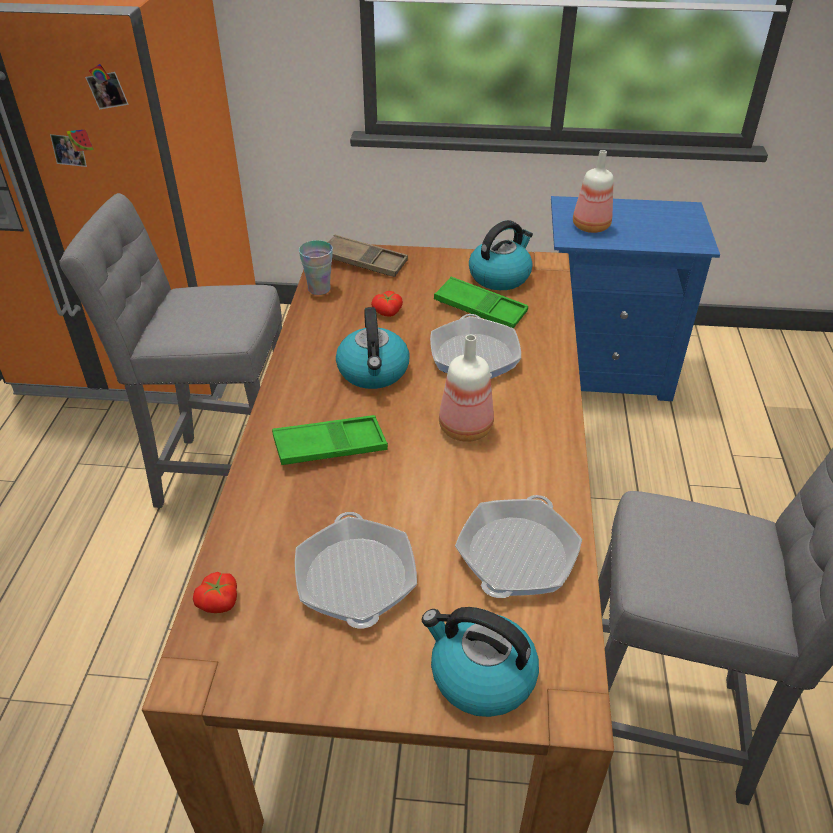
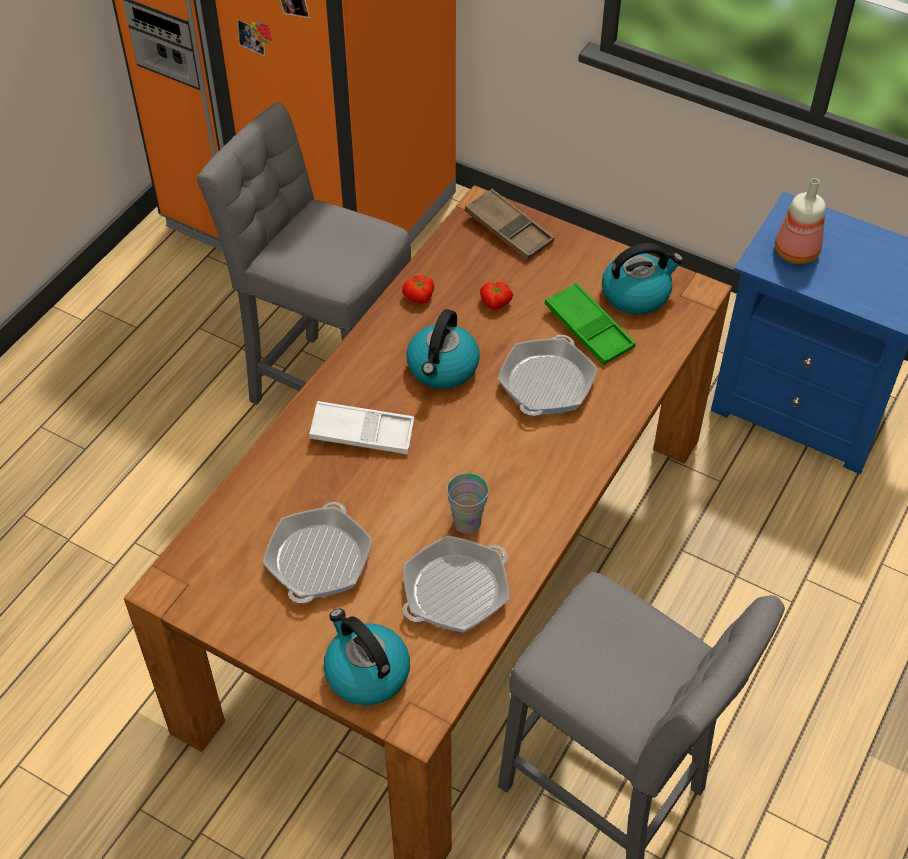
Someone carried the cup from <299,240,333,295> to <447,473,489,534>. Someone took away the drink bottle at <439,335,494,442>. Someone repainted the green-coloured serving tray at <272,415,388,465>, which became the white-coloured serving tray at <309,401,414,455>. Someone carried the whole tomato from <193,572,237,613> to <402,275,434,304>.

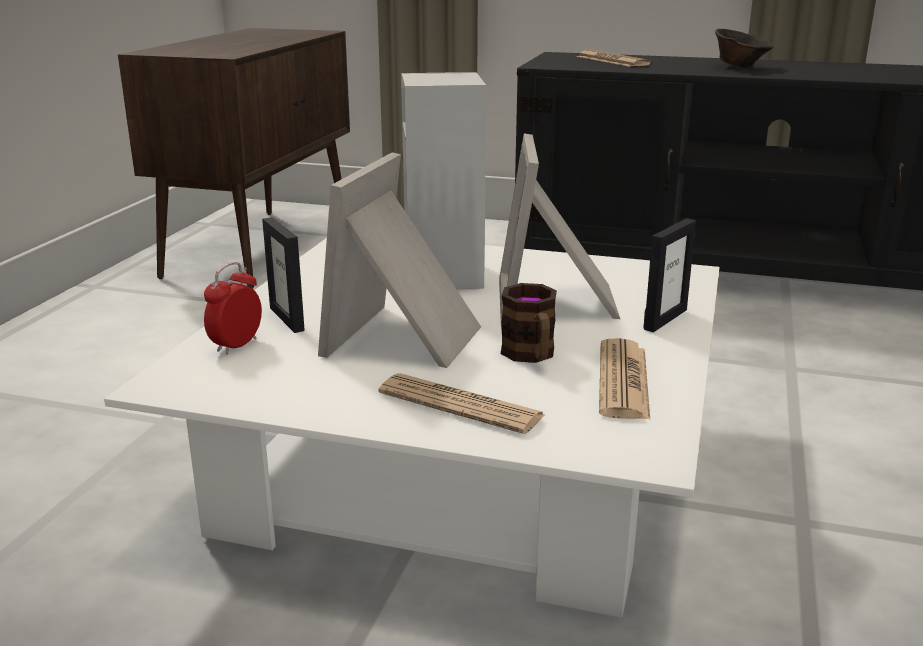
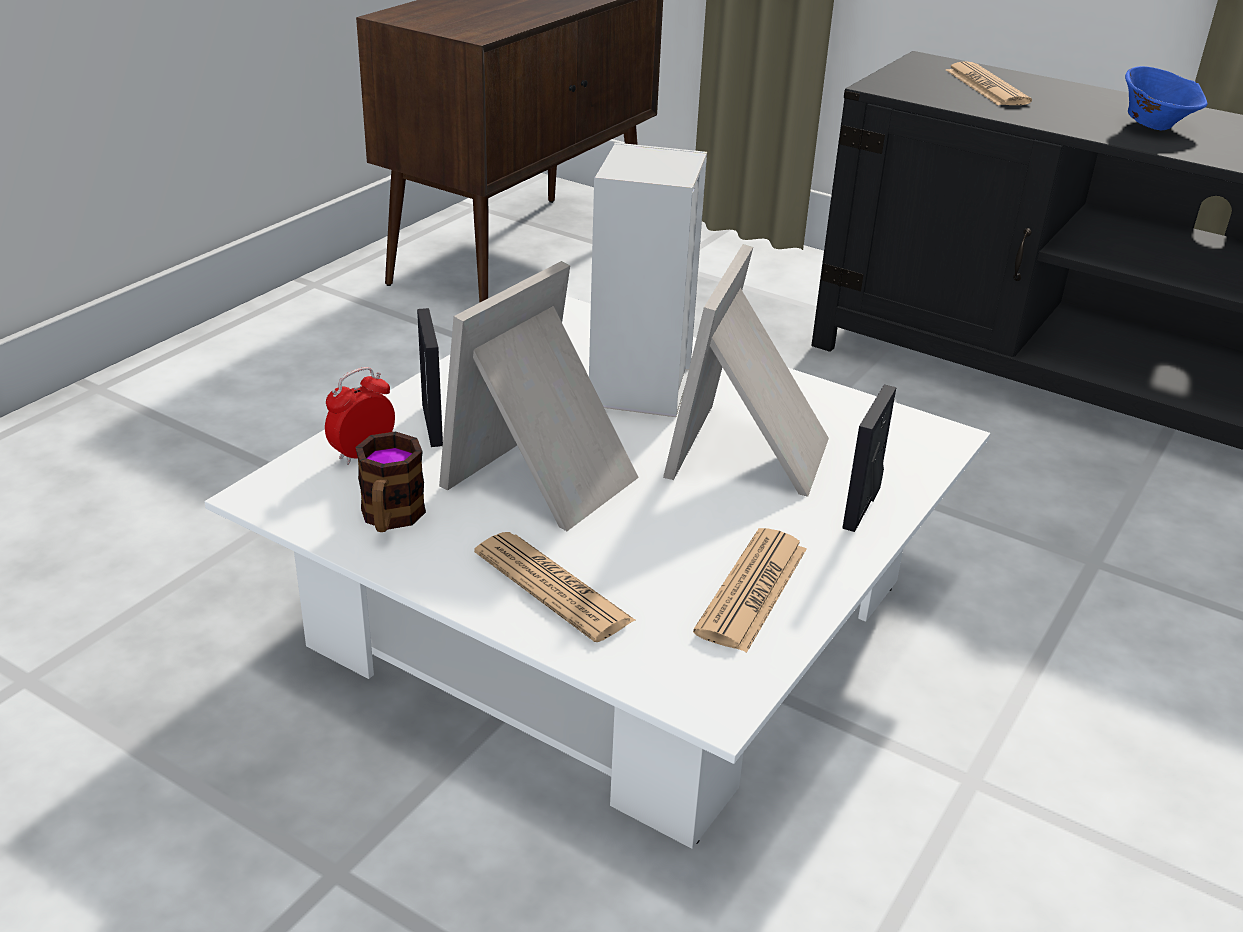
Someone repainted the brownish deep dish at <715,29,773,68>, which became the blue deep dish at <1125,66,1208,130>. Someone rotated the picture frame at <643,218,696,332> by 150 degrees clockwise. Someone carried the mug from <501,283,557,363> to <355,431,426,532>.

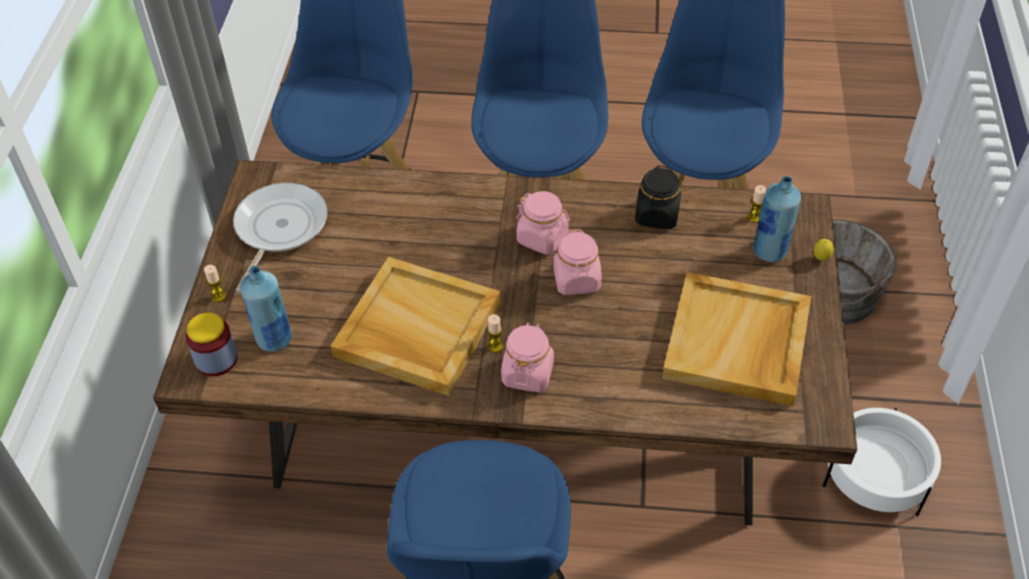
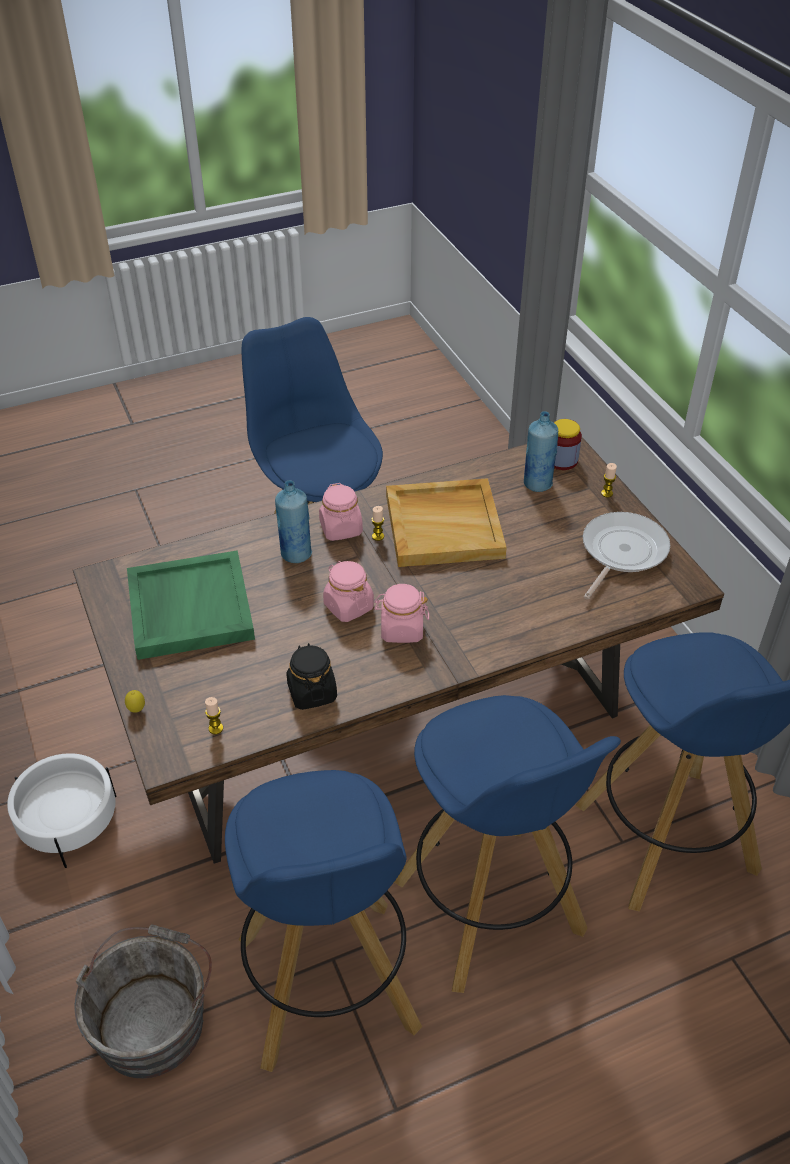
Someone carried the blue drink bottle from <753,176,801,262> to <275,480,312,563>. Someone rotated the pan at <233,183,328,293> by 135 degrees counterclockwise. Someone repainted the beige serving tray at <662,272,811,406>, which became the green-coloured serving tray at <127,550,255,660>.

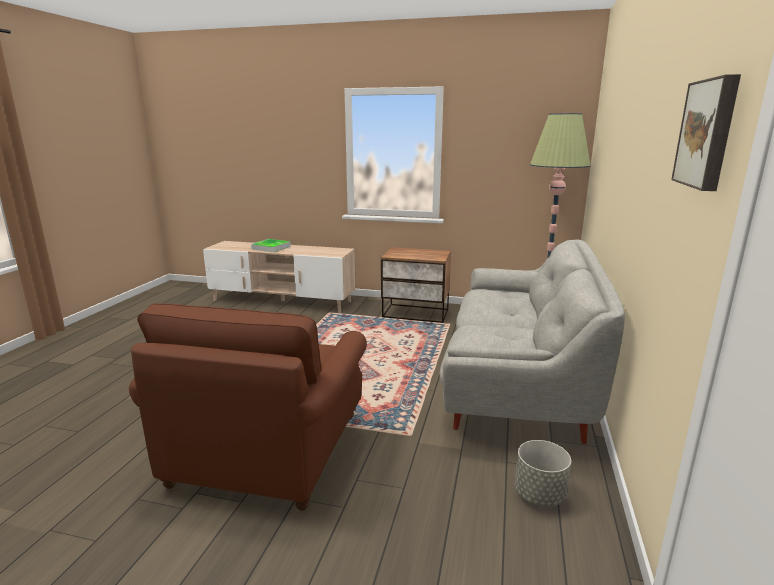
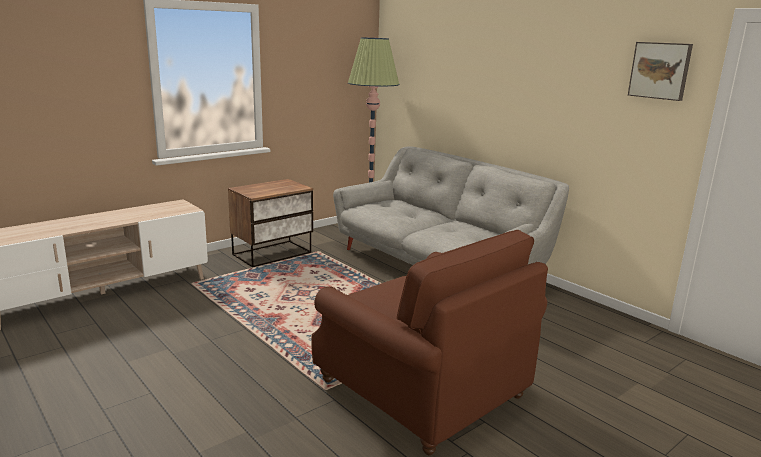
Someone took away the serving tray at <251,239,291,252>. Someone took away the gray planter at <515,440,571,506>.

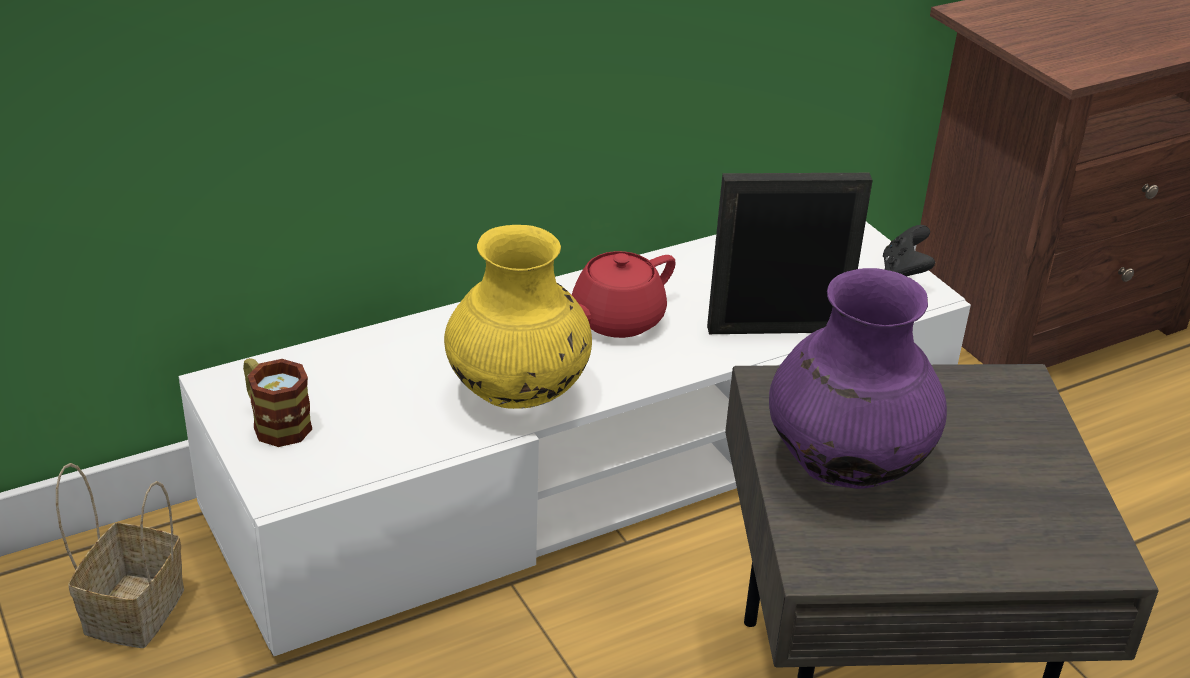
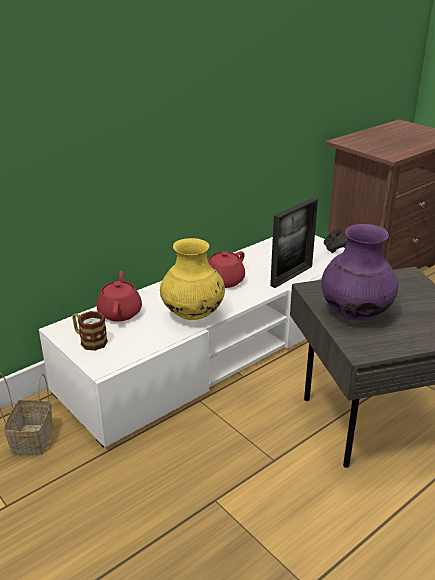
Someone rotated the picture frame at <707,173,873,334> by 150 degrees clockwise. Someone put down the red pot for tea at <97,271,142,321>.

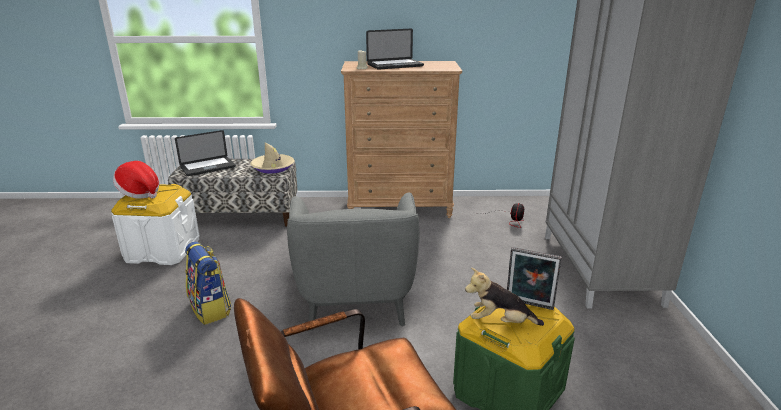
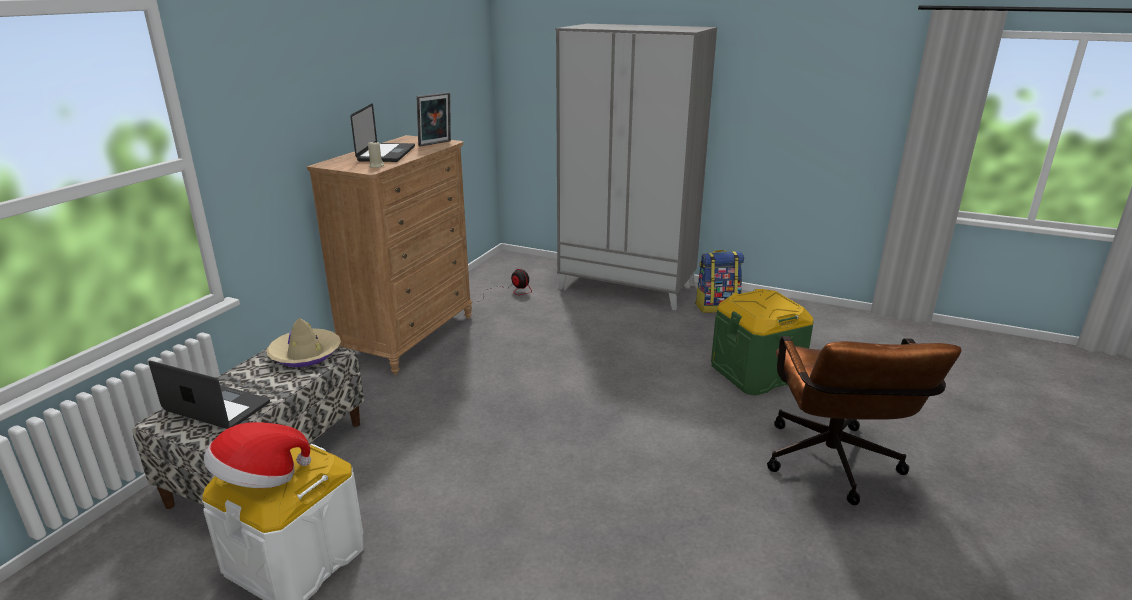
Someone rotated the laptop at <175,130,236,176> by 60 degrees counterclockwise. Someone took away the gray armchair at <287,193,419,331>. Someone carried the backpack from <185,242,231,325> to <695,250,744,313>. Someone carried the picture frame from <507,247,562,310> to <416,92,451,146>. Someone took away the soft toy at <465,268,544,326>.

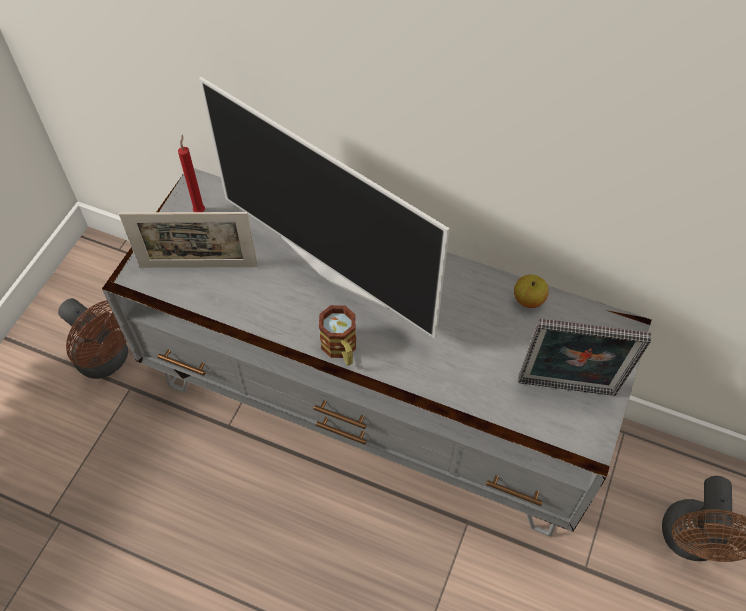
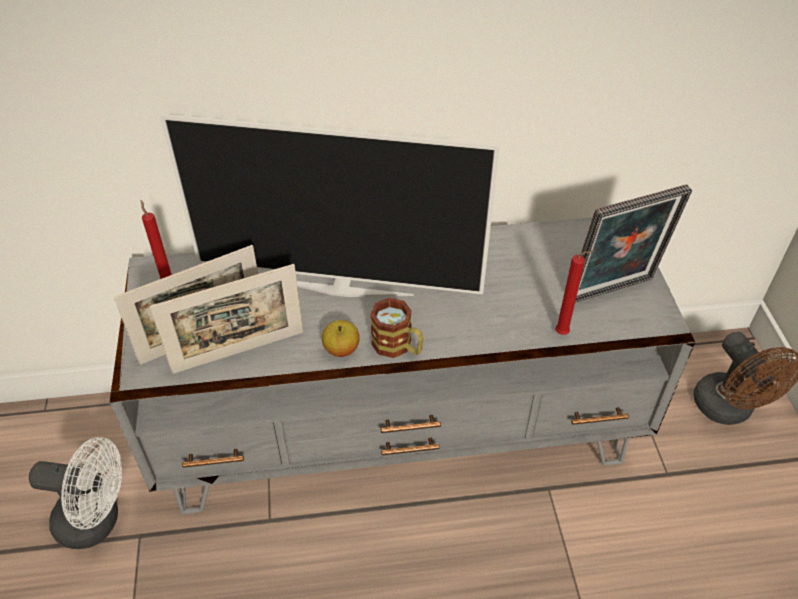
Someone carried the whole apple from <514,275,549,308> to <322,320,360,357>. Someone repainted the brownish electric fan at <58,298,128,379>, which became the white-coloured electric fan at <29,437,122,549>. Someone put down the red wax candle at <555,250,594,335>. Someone put down the picture frame at <150,264,304,374>.

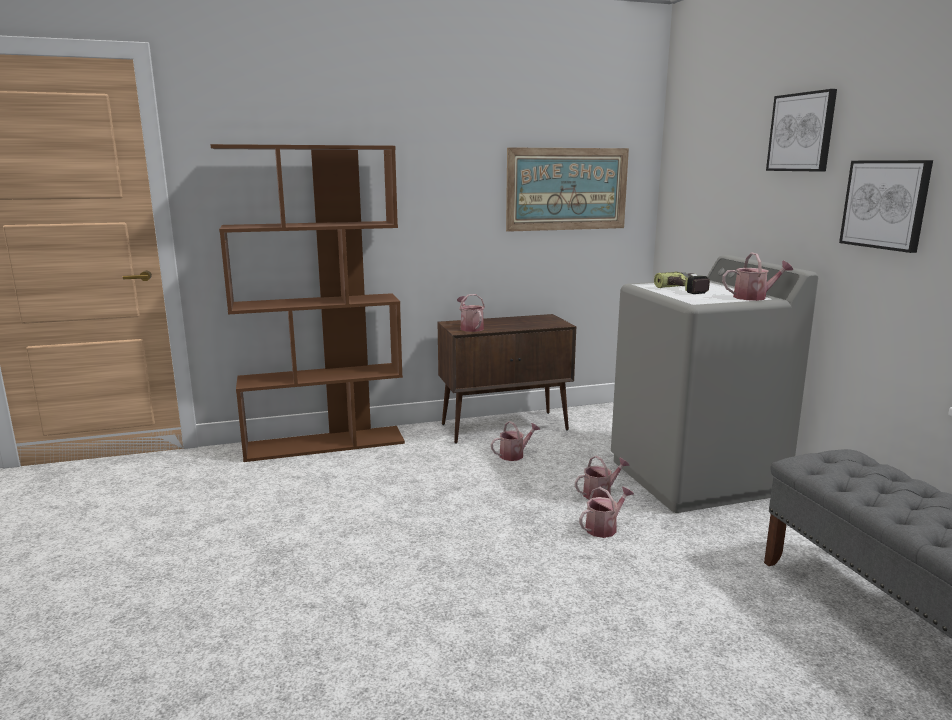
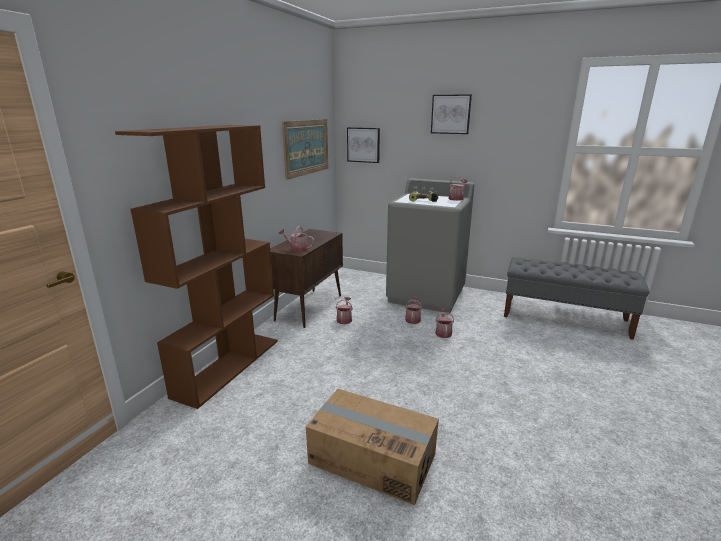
Someone carried the wall art from <839,160,933,253> to <347,127,380,163>. Someone put down the carton at <306,389,439,505>.

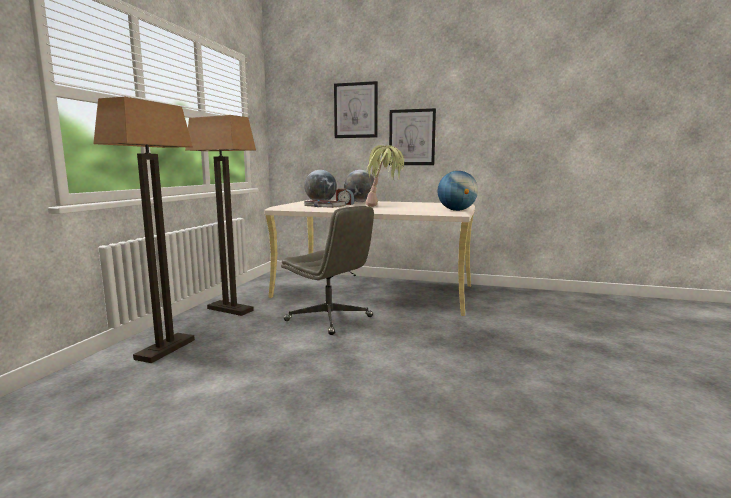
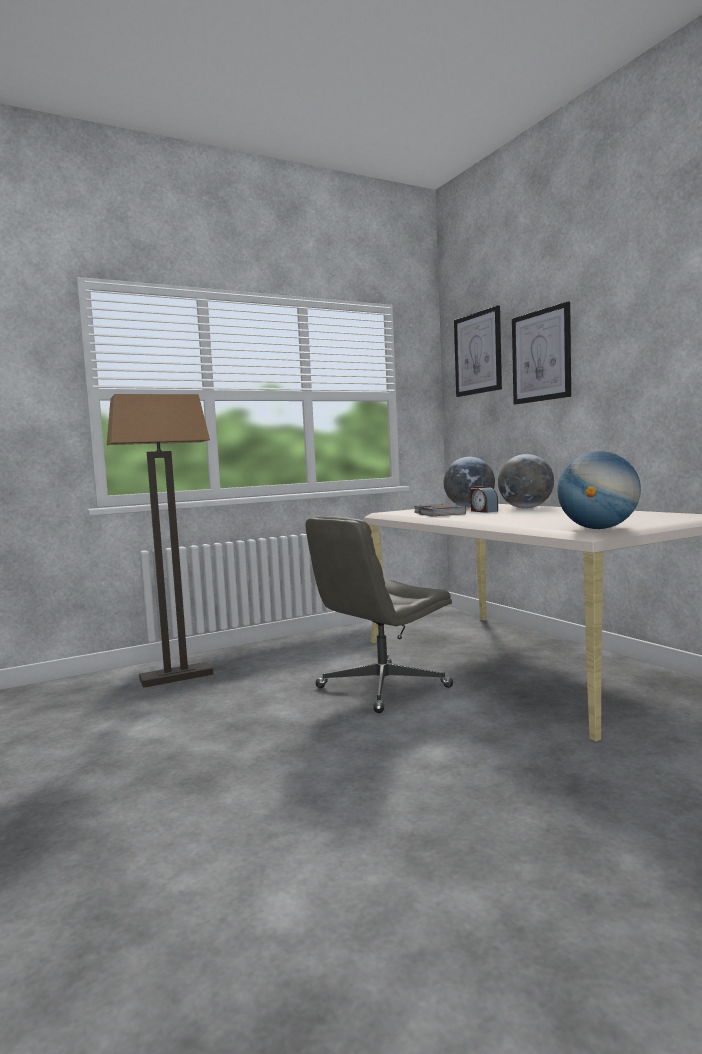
Someone carried the wall art from <389,108,436,165> to <454,305,502,397>. Someone took away the floor lamp at <185,115,256,316>. Someone took away the potted plant at <366,145,404,207>. Someone rotated the gray office chair at <281,206,374,335> by 60 degrees clockwise.

